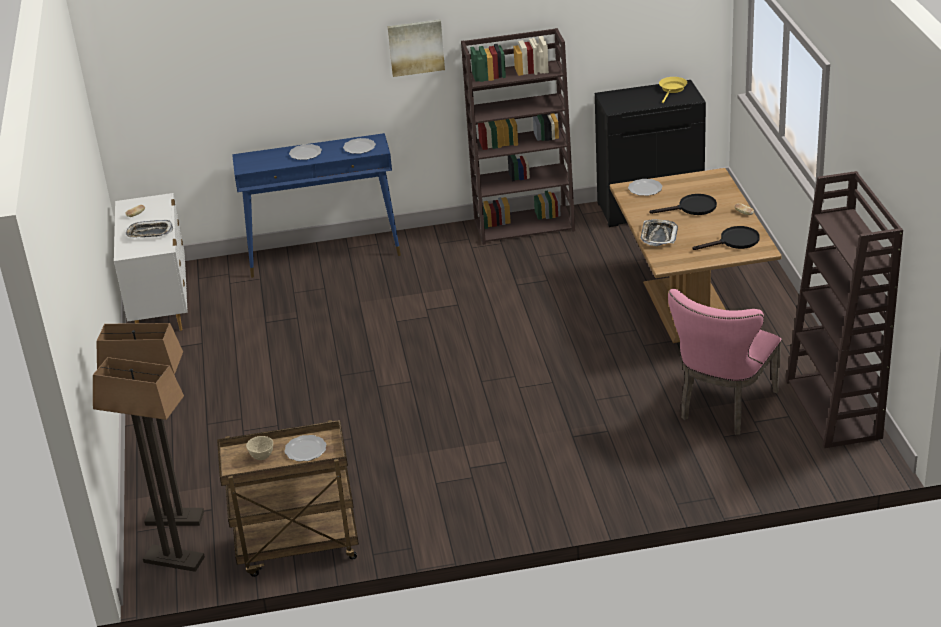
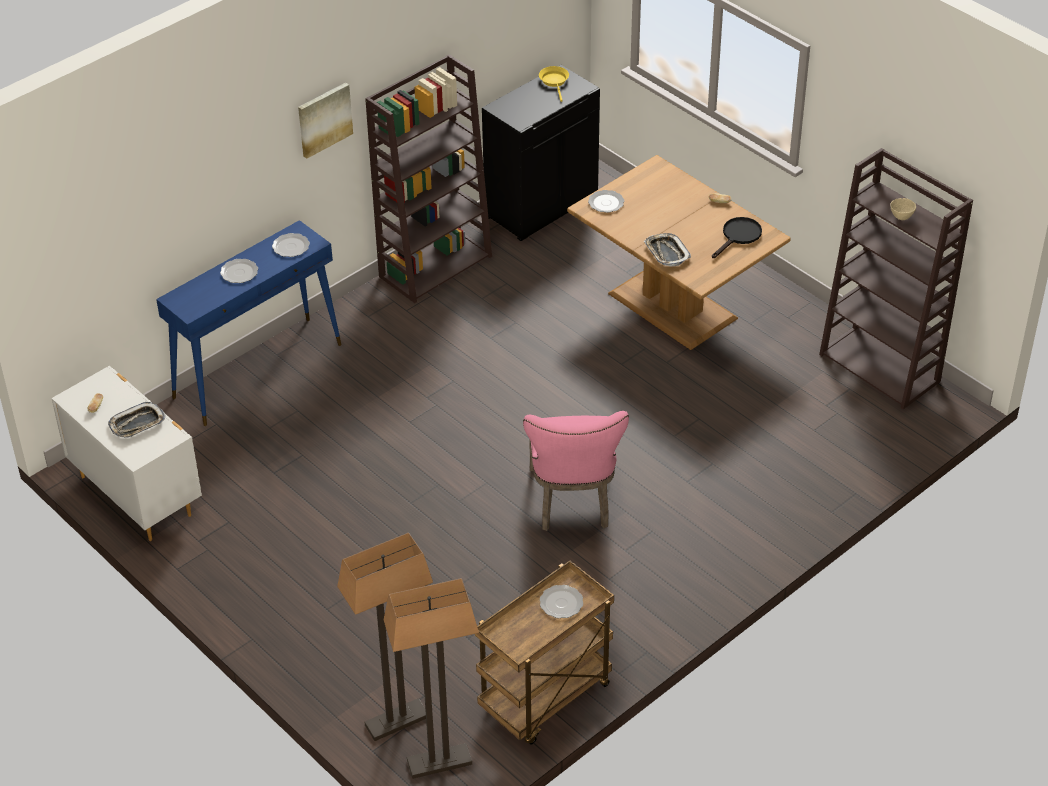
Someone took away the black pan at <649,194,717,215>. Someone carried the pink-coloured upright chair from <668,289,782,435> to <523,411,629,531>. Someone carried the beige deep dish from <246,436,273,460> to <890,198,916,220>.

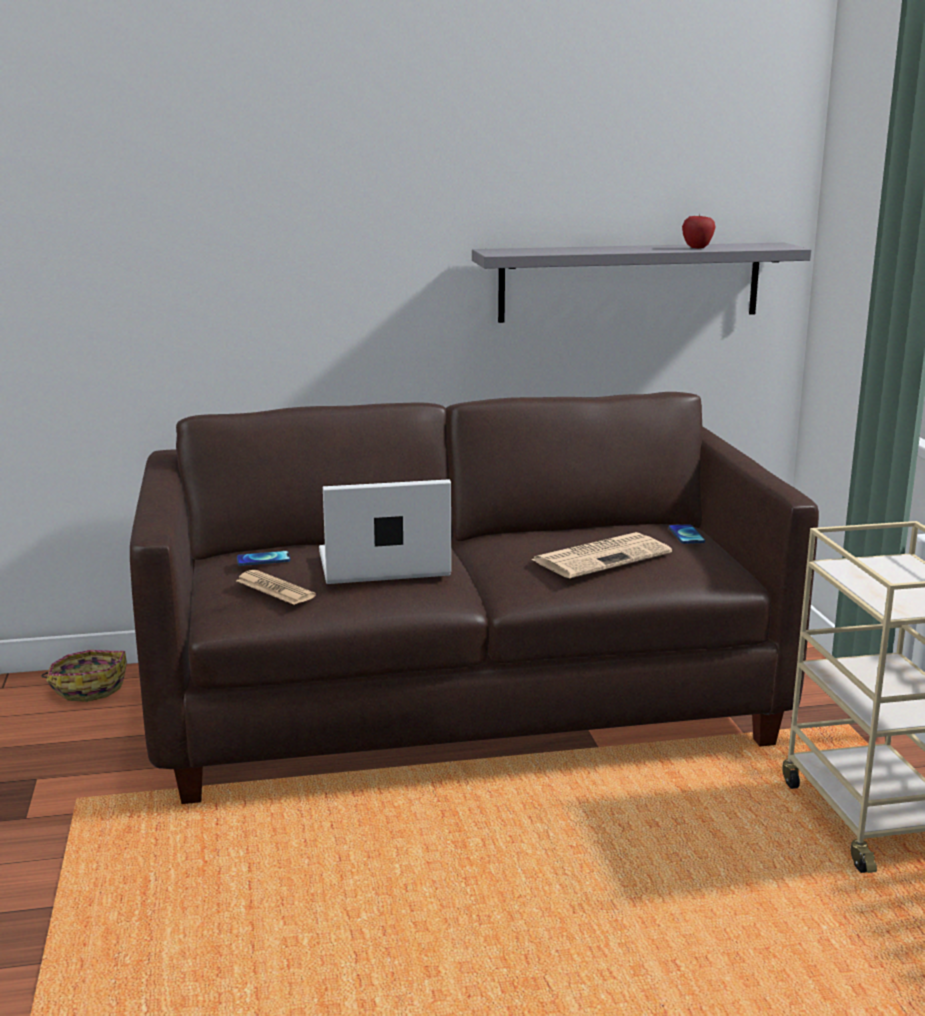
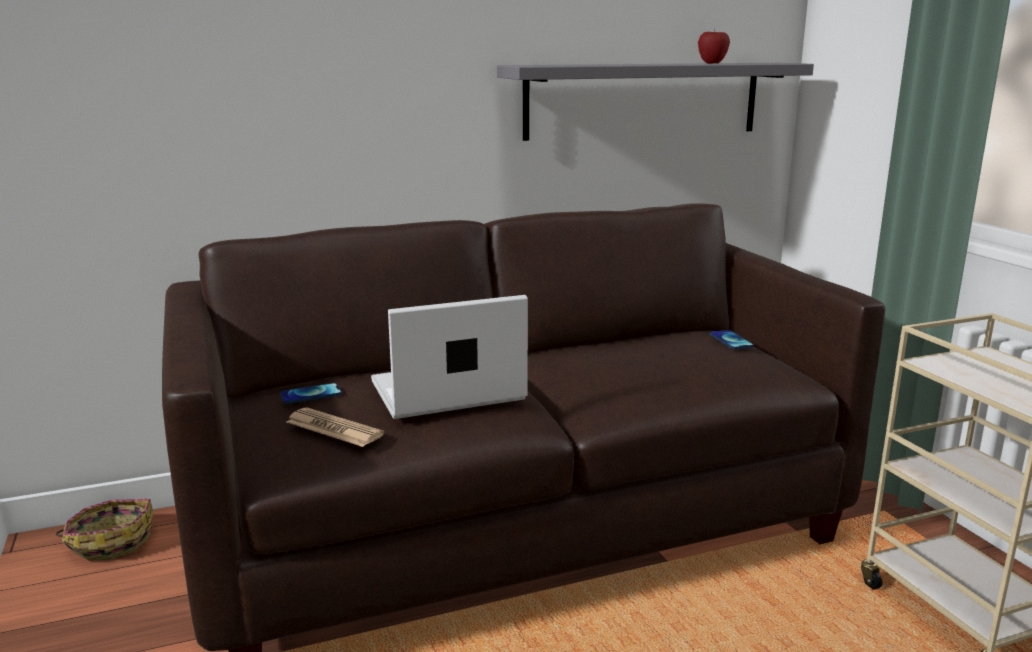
Someone took away the daily paper at <531,532,672,578>.

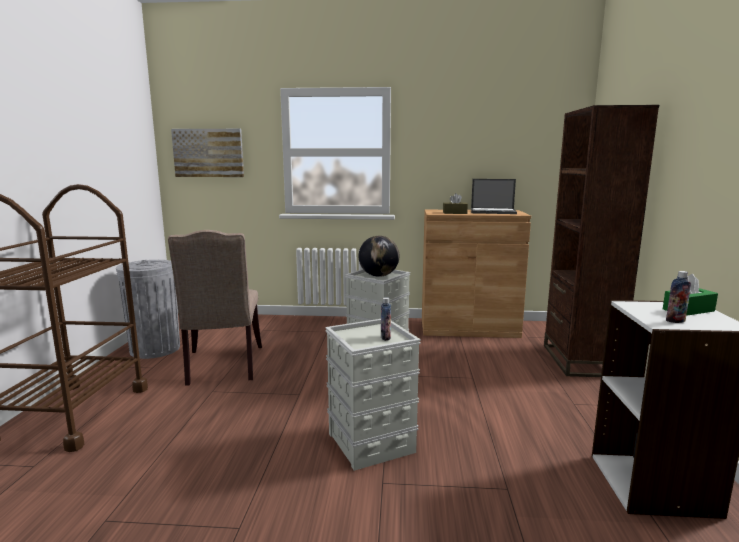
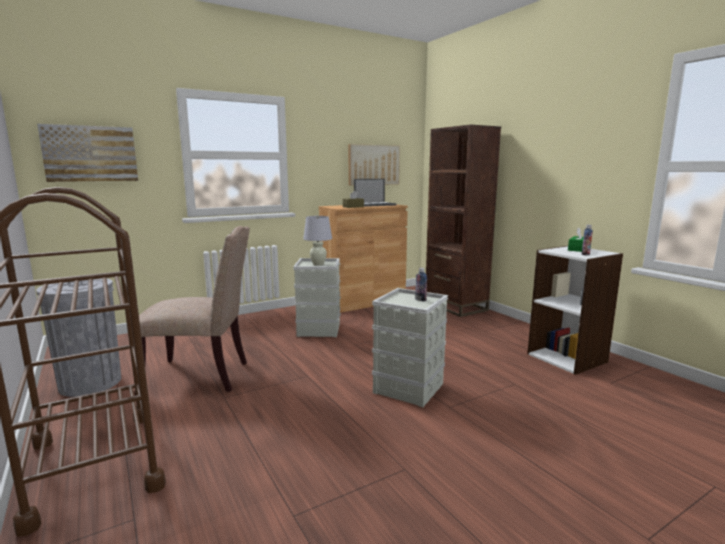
Someone rotated the beige upright chair at <168,230,262,386> by 45 degrees counterclockwise. Someone swapped the desk globe at <359,236,399,277> for the white-coloured tabletop lamp at <303,216,332,266>. Someone put up the wall art at <348,144,400,185>.

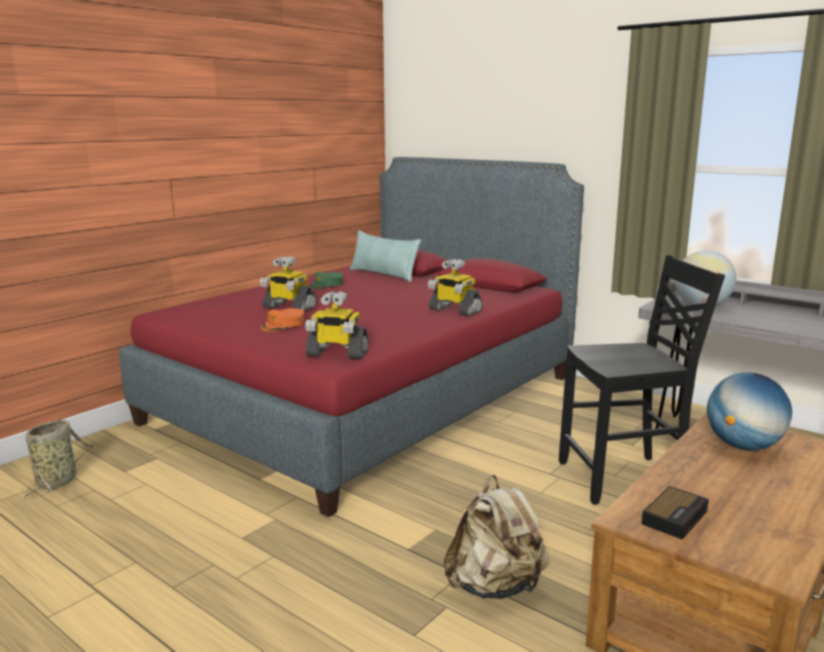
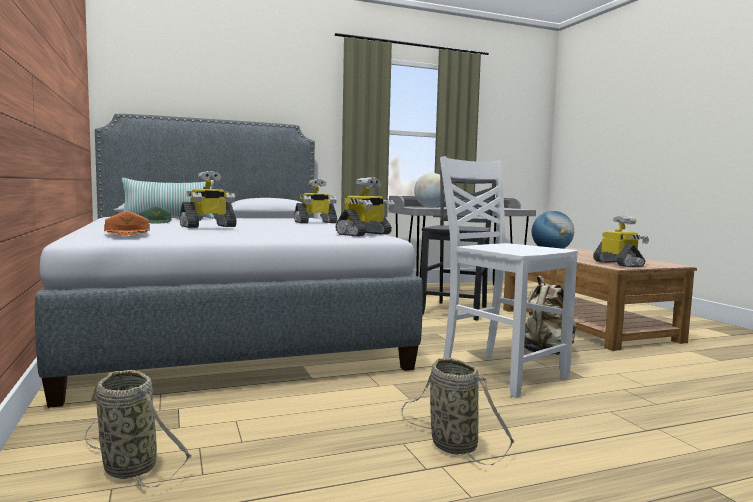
Someone repainted the red sleeping bed at <119,157,584,517>, which became the gray sleeping bed at <35,114,423,408>. Someone carried the orange-coloured cap from <261,308,304,332> to <104,212,150,235>. Someone swapped the bedside clock at <642,486,709,540> for the robot figure at <593,216,649,267>. Someone put down the white-coloured upright chair at <440,156,578,398>. Someone put down the storage basket at <401,358,514,465>.

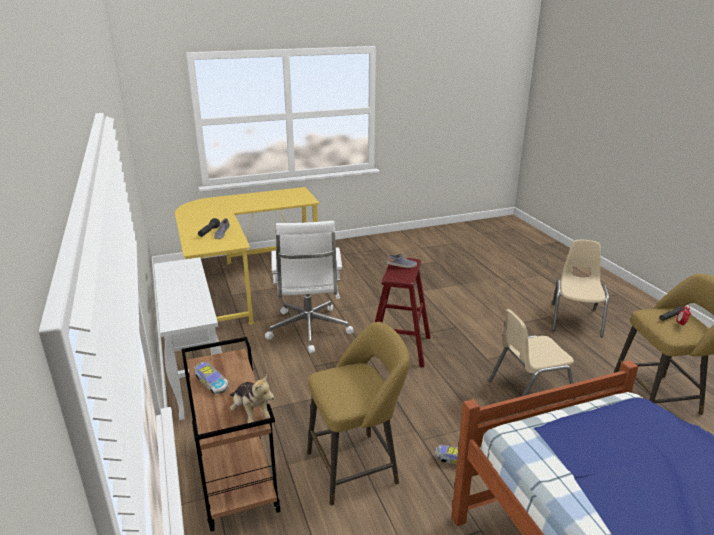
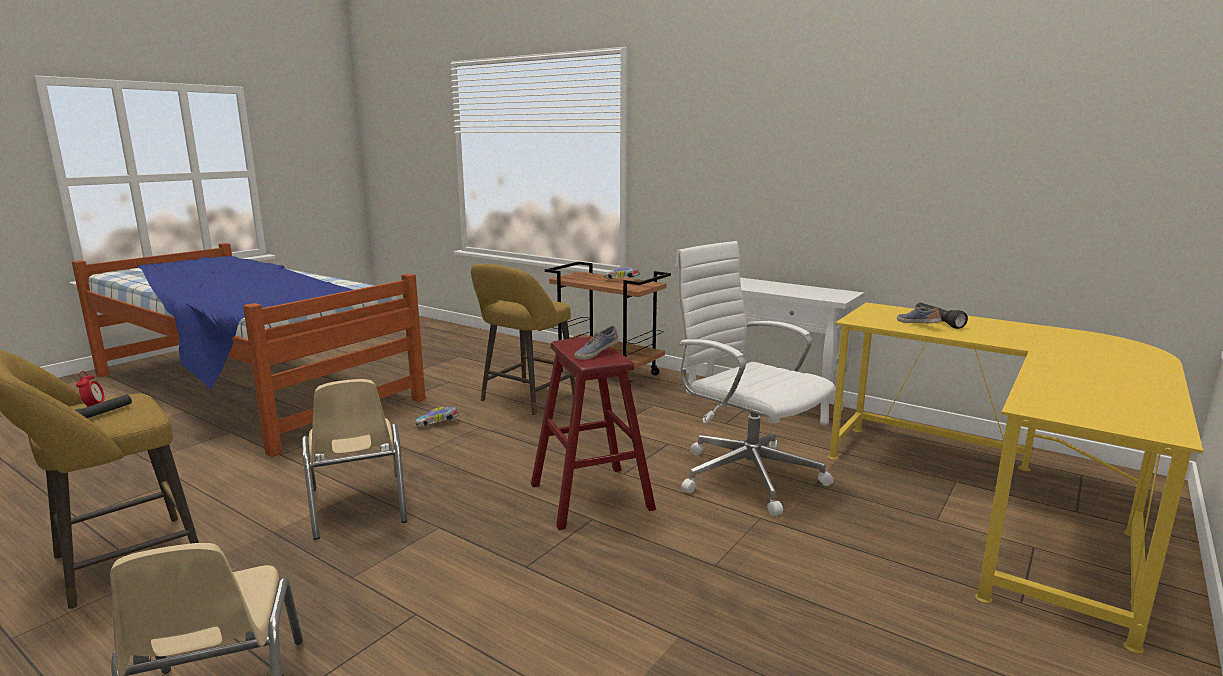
Someone rotated the beige upright chair at <489,309,576,399> by 120 degrees clockwise. Someone took away the soft toy at <230,375,274,423>.

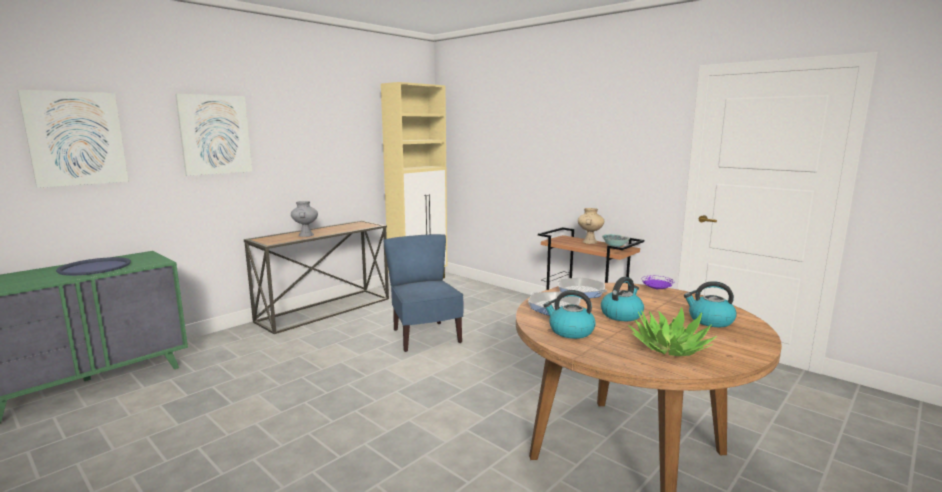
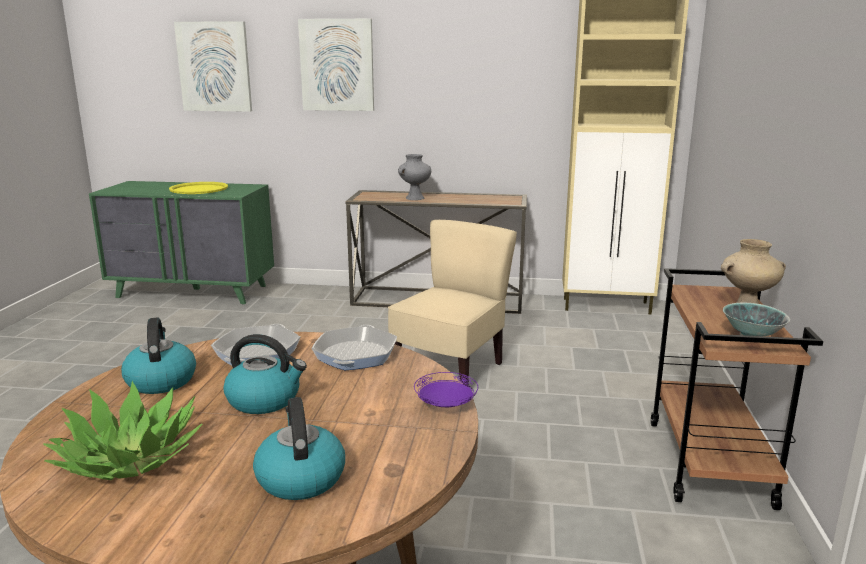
Someone repainted the blue upright chair at <384,234,464,352>, which became the beige upright chair at <388,220,517,386>. Someone repainted the blue serving tray at <56,257,131,276>, which became the yellow serving tray at <169,182,228,194>.

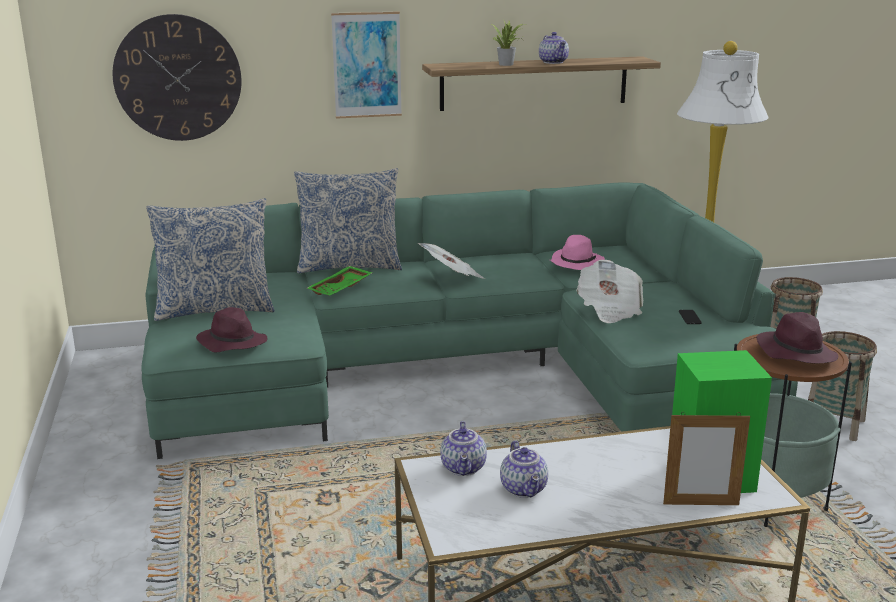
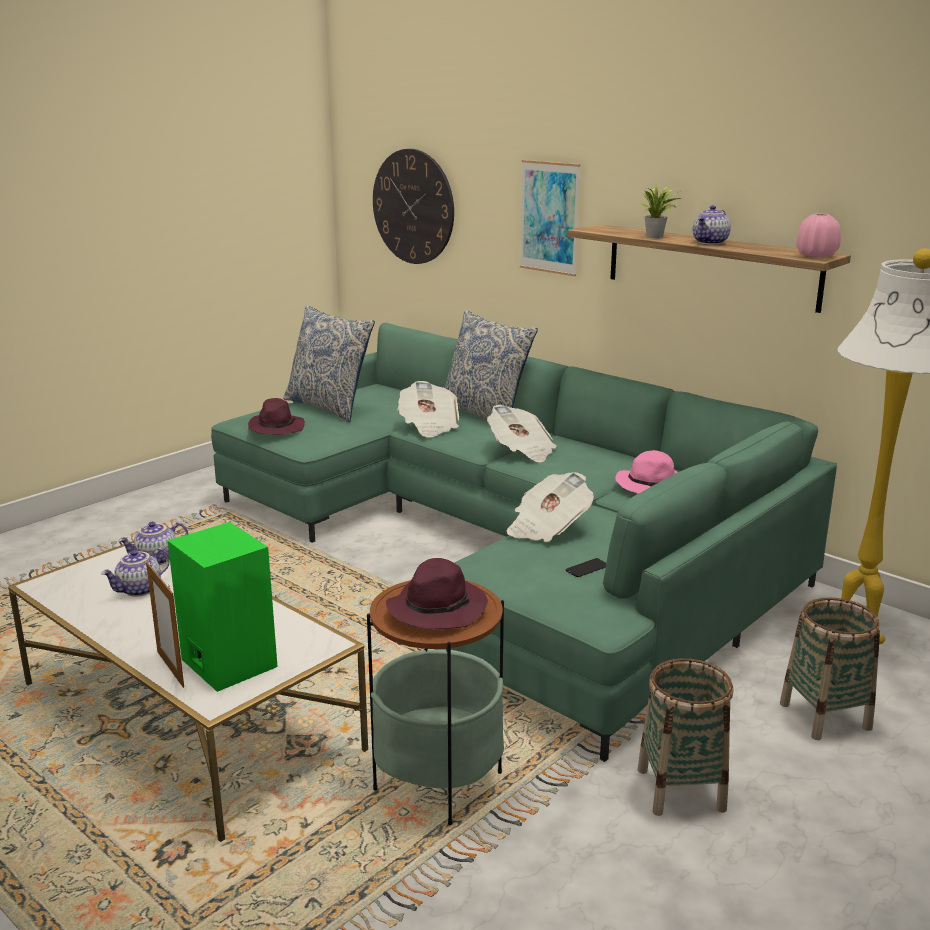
Someone swapped the green-coloured serving tray at <307,266,372,296> for the daily paper at <397,381,459,438>. Someone put down the pink-coloured flower vase at <796,213,841,257>.

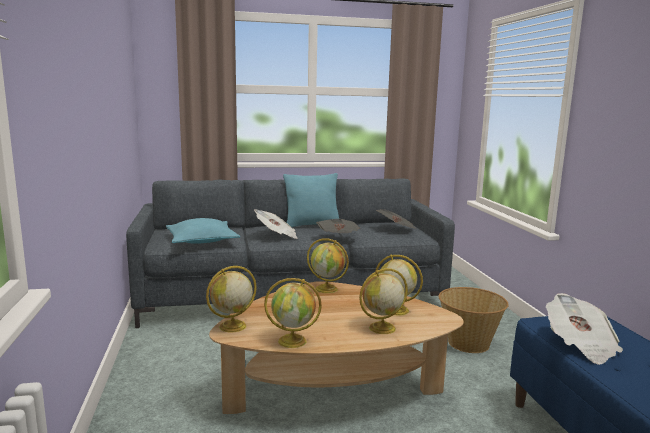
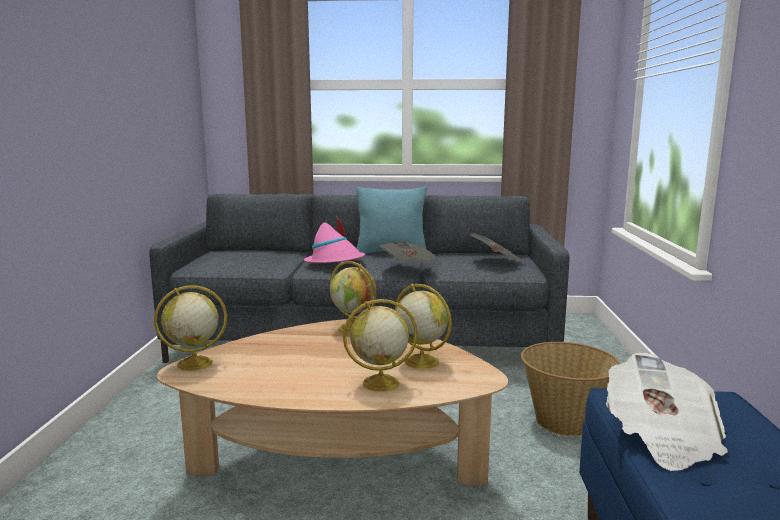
Someone swapped the daily paper at <254,209,297,239> for the pink-coloured wearable hat at <304,217,365,263>. Someone took away the turquoise-coloured throw pillow at <166,218,240,244>. Someone took away the desk globe at <264,278,322,348>.

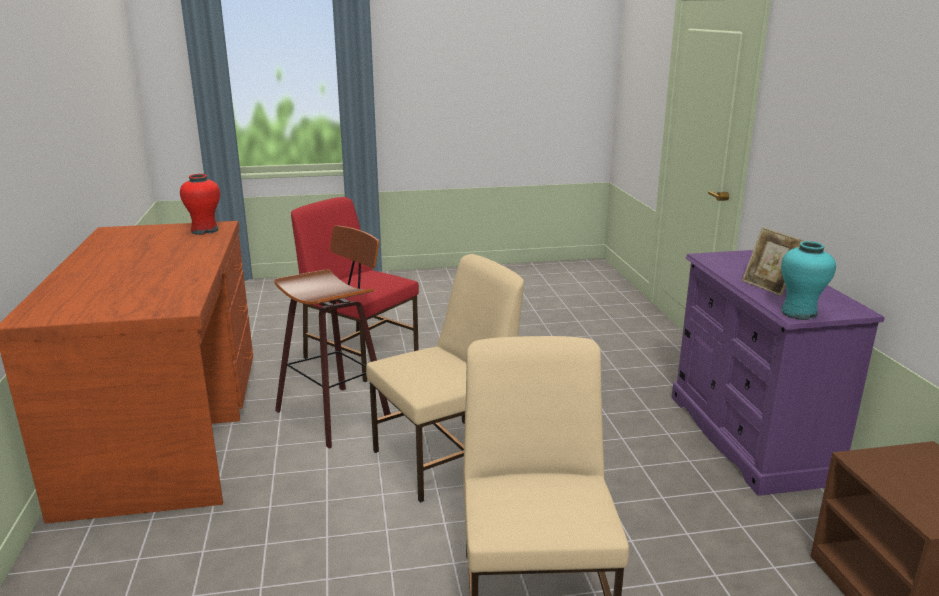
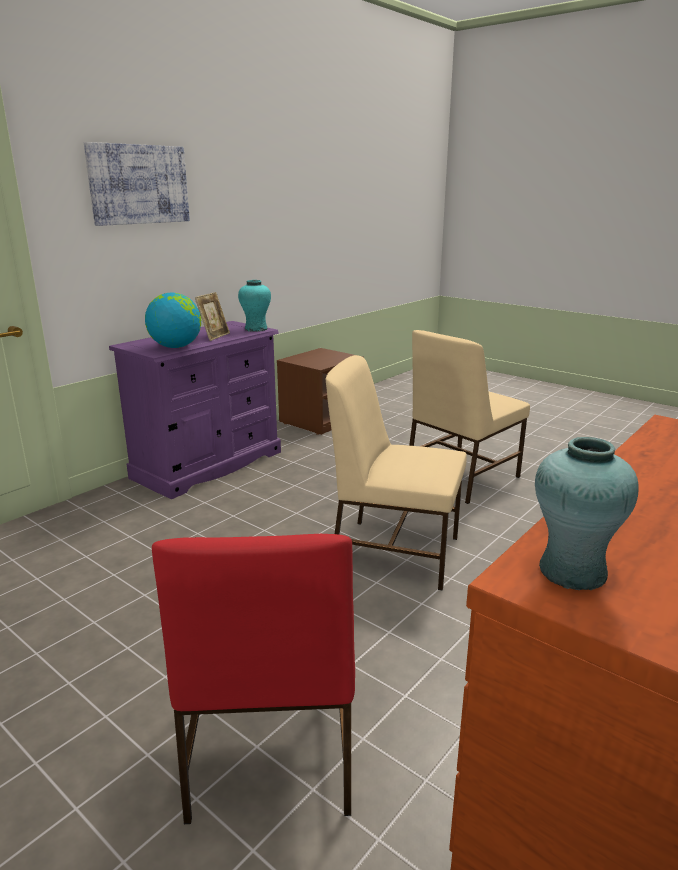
Someone repainted the red flower vase at <180,174,220,235>, which became the turquoise-coloured flower vase at <535,437,639,590>. Someone took away the stool at <274,226,391,449>. Someone put up the wall art at <84,142,190,226>. Someone put down the desk globe at <145,293,201,348>.

